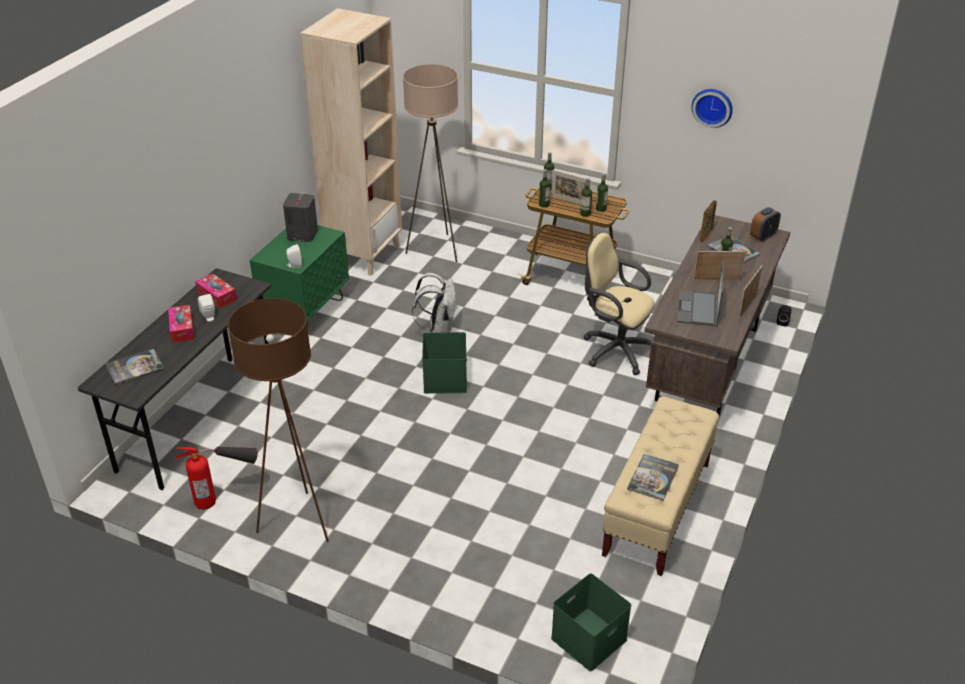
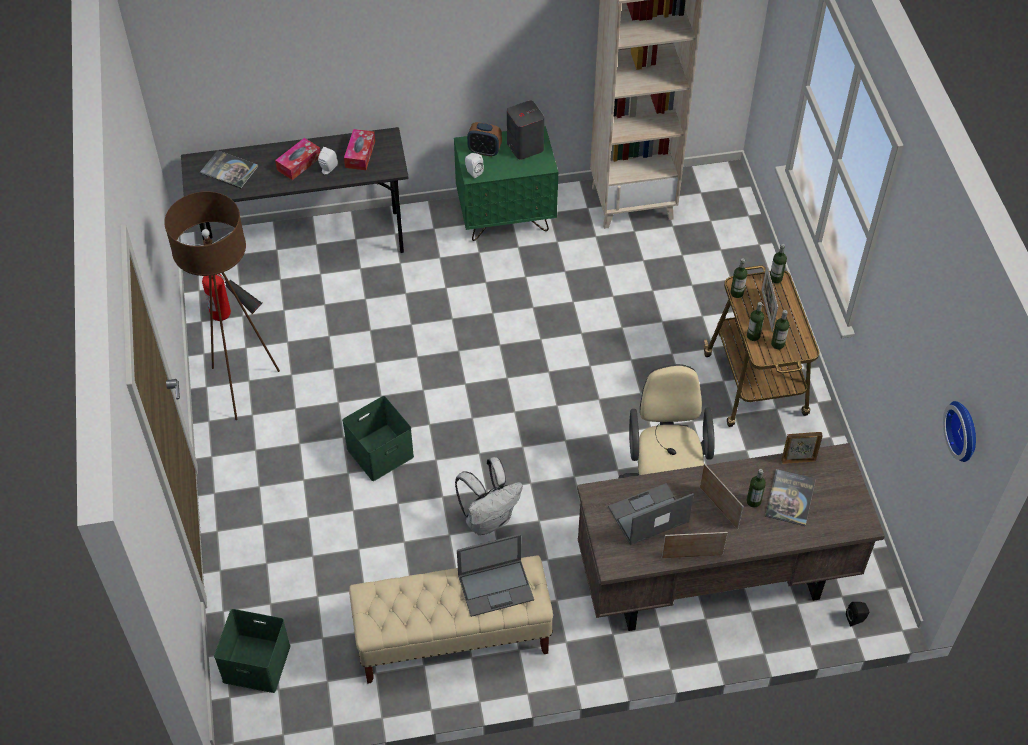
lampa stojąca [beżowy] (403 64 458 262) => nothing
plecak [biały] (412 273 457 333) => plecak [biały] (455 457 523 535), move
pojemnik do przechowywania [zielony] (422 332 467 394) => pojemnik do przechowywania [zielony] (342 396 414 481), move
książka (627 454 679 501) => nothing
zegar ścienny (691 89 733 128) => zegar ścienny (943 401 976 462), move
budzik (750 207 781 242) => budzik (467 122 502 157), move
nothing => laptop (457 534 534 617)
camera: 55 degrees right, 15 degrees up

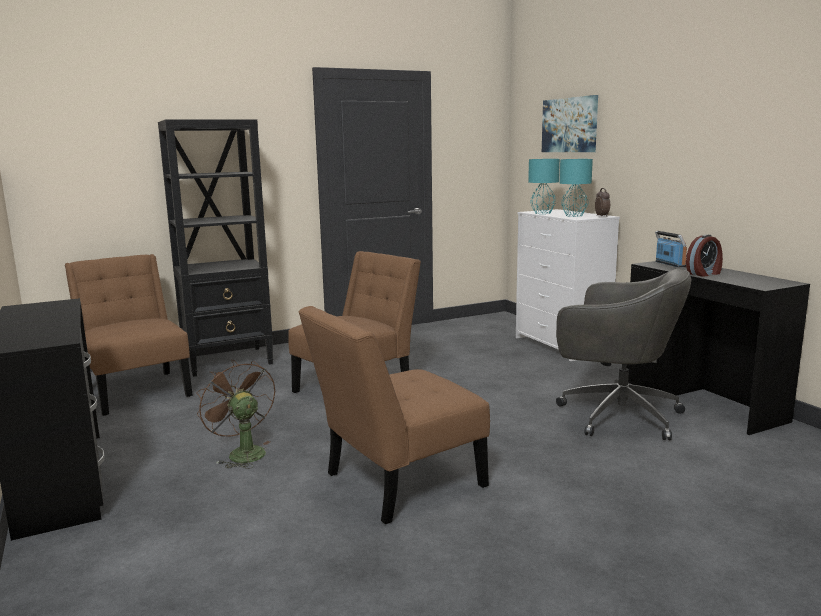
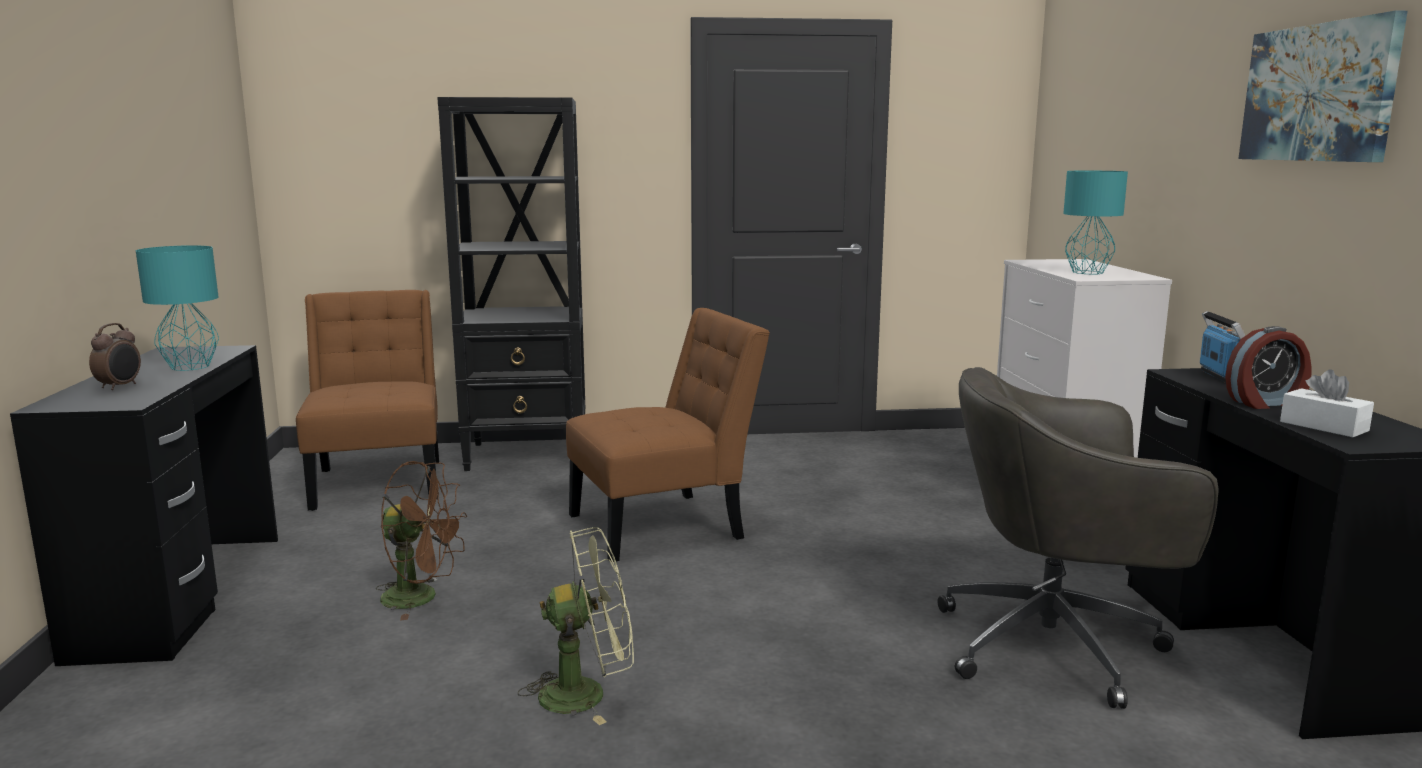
wentylator [brązowy] (196 360 275 469) => wentylator [brązowy] (376 461 467 621), 120 degrees clockwise
krzesło [brązowy] (299 306 490 524) => wentylator [zielony] (518 527 634 725)
lampa stołowa [turkusowy] (528 159 560 214) => lampa stołowa [turkusowy] (136 245 219 371), move
obraz (542 95 598 152) => obraz (1238 11 1408 162), move
krzesło biurowe [szary] (556 269 691 440) => krzesło biurowe [szary] (937 367 1219 709), 135 degrees clockwise
budzik (595 188 610 217) => budzik (89 323 141 390), move
nothing => pudełko chusteczek [biały] (1280 370 1374 437)
camera: 20 degrees right, 0 degrees up

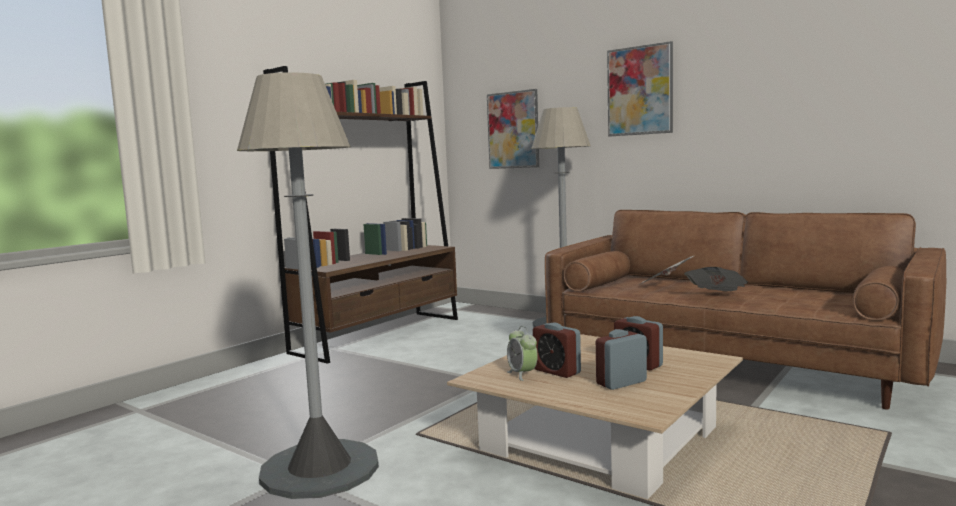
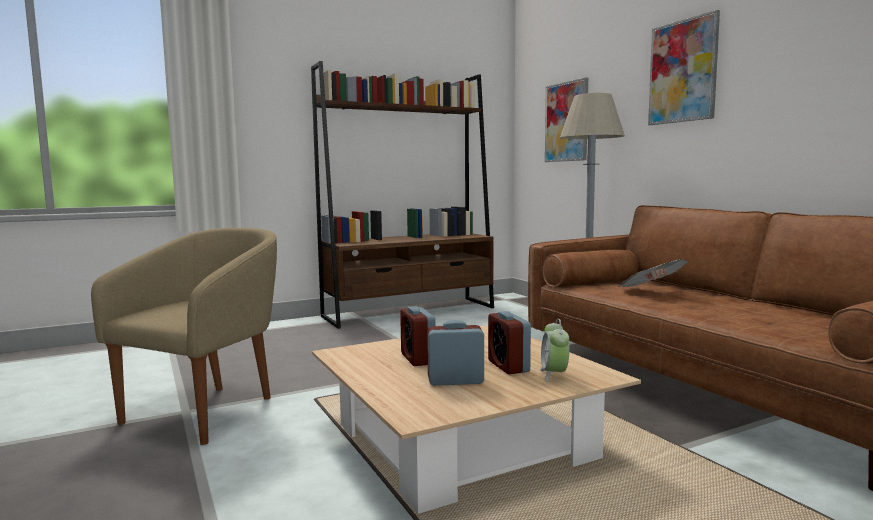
lampa stojąca [szary] (237 72 379 499) => fotel [beżowy] (91 228 277 445)
budzik (507 326 538 381) => budzik (540 318 570 382), move
gazeta (684 267 748 291) => nothing
camera: 25 degrees right, 0 degrees up

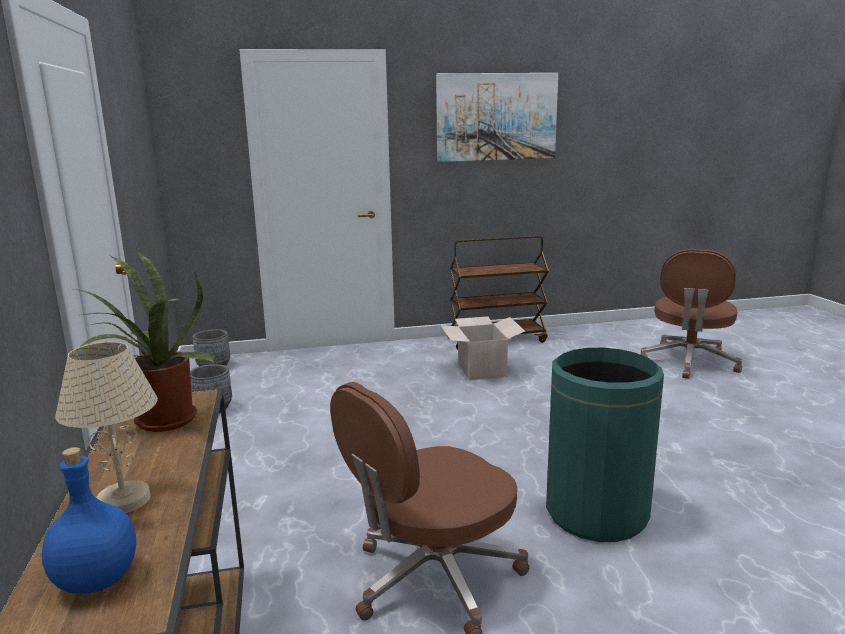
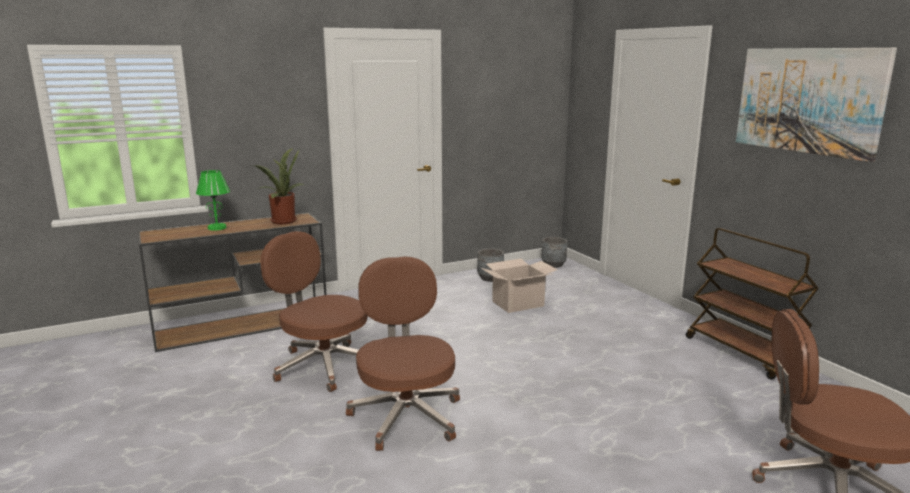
butelka [niebieski] (42 447 136 594) => nothing
lampa stołowa [beżowy] (55 342 158 513) => lampa stołowa [zielony] (196 170 230 231)
karton (441 317 525 380) => karton (481 259 558 313), move
kosz na śmieci [zielony] (546 348 664 542) => krzesło biurowe [brązowy] (346 256 460 451)
camera: 75 degrees right, 0 degrees up

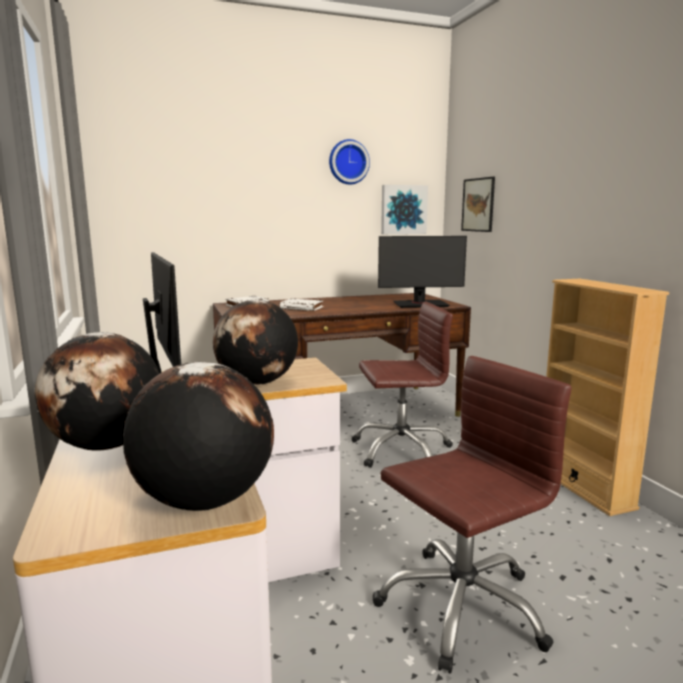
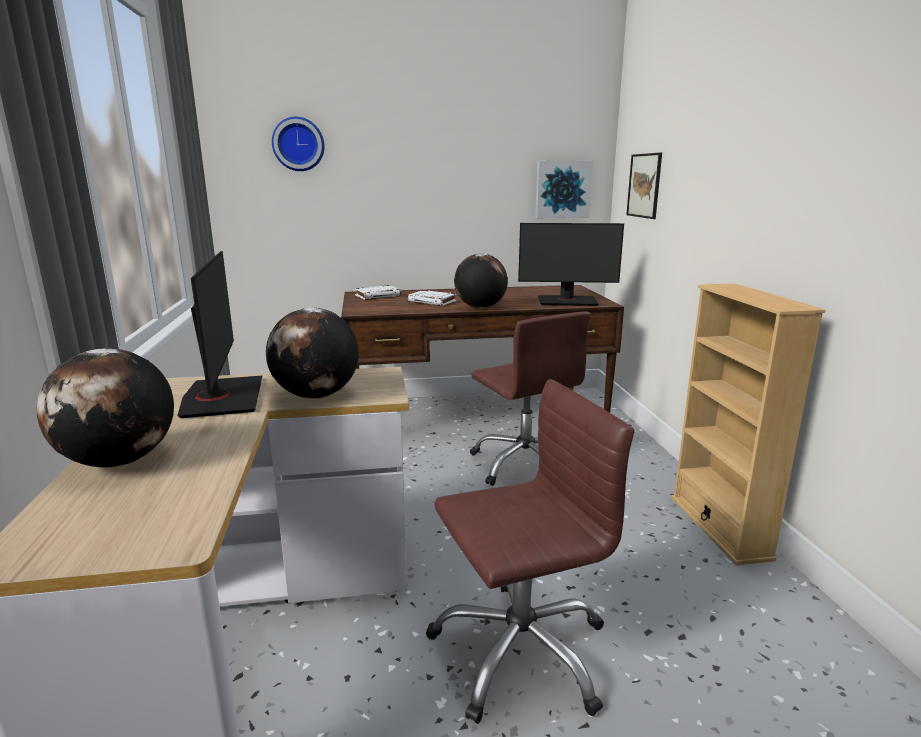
globus (123 362 274 511) => globus (454 254 508 308), move
zegar ścienny (329 139 370 184) => zegar ścienny (272 117 325 171), move
krzesło biurowe [brązowy] (351 302 453 468) => krzesło biurowe [brązowy] (470 312 590 486), 60 degrees clockwise
camera: 10 degrees right, 5 degrees up

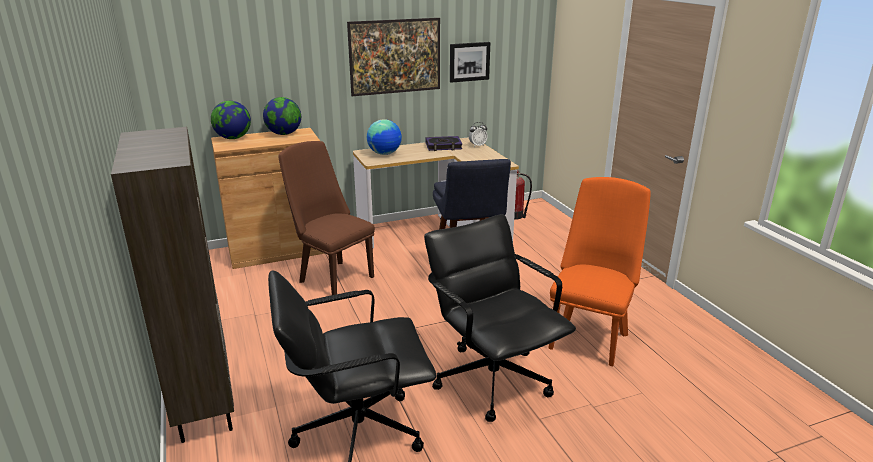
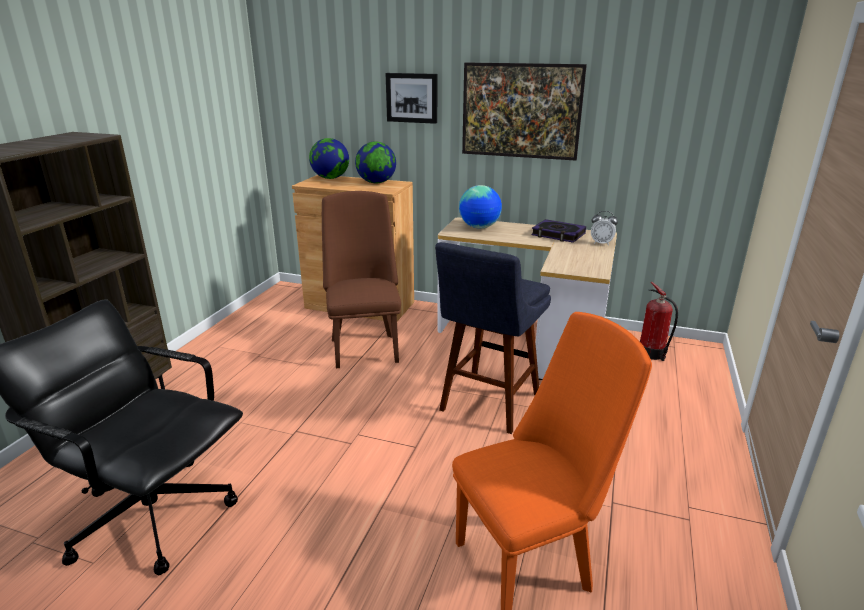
krzesło biurowe [czarny] (424 214 576 422) => nothing
obraz (450 42 490 83) => obraz (386 73 437 124), move
camera: 40 degrees right, 0 degrees up

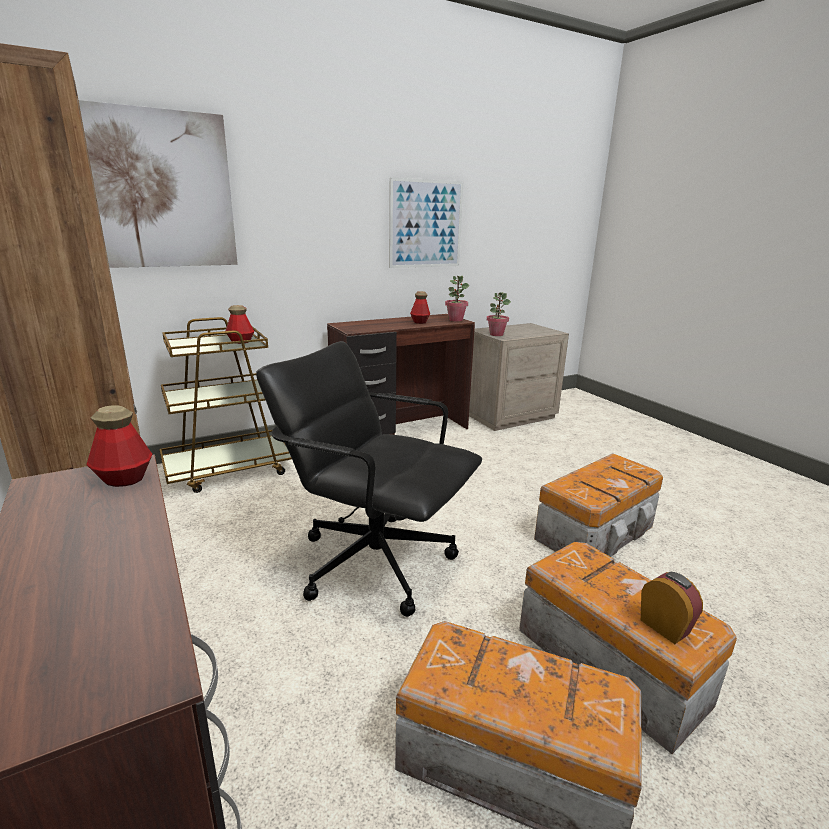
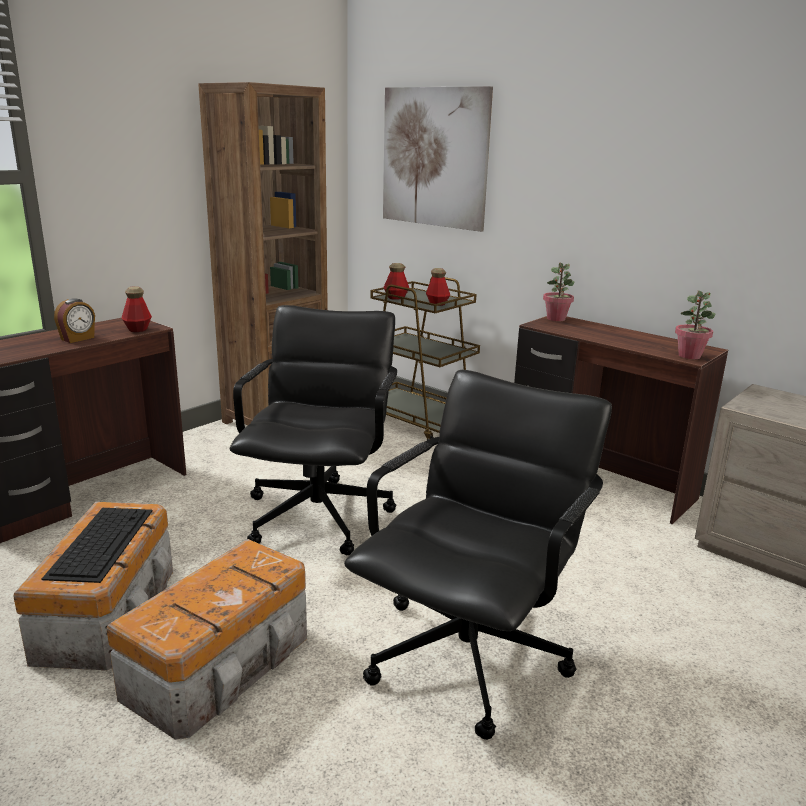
obraz (389 177 463 268) => nothing
butelka (410 291 430 324) => butelka (383 263 409 300), move
roślina doniczkowa (487 292 511 336) => roślina doniczkowa (543 262 574 321), move
pojemnik do przechowywania (534 453 663 557) => krzesło biurowe [czarny] (344 370 612 740)
budzik (641 572 703 644) => budzik (54 299 95 343), move
nothing => klawiatura (41 508 152 583)
camera: 70 degrees right, 0 degrees up

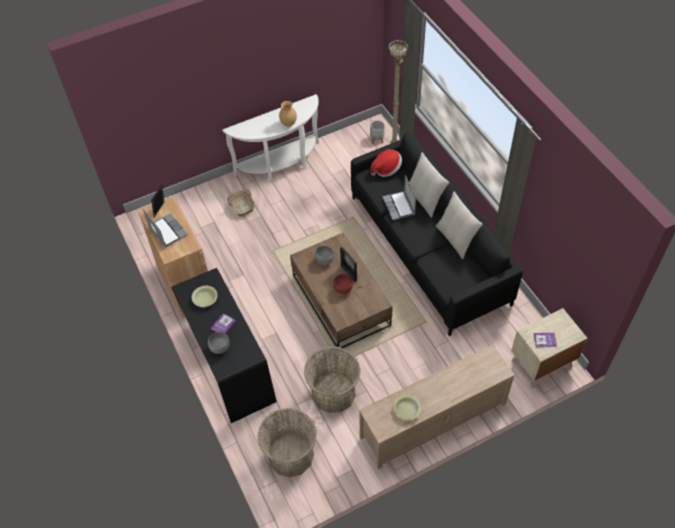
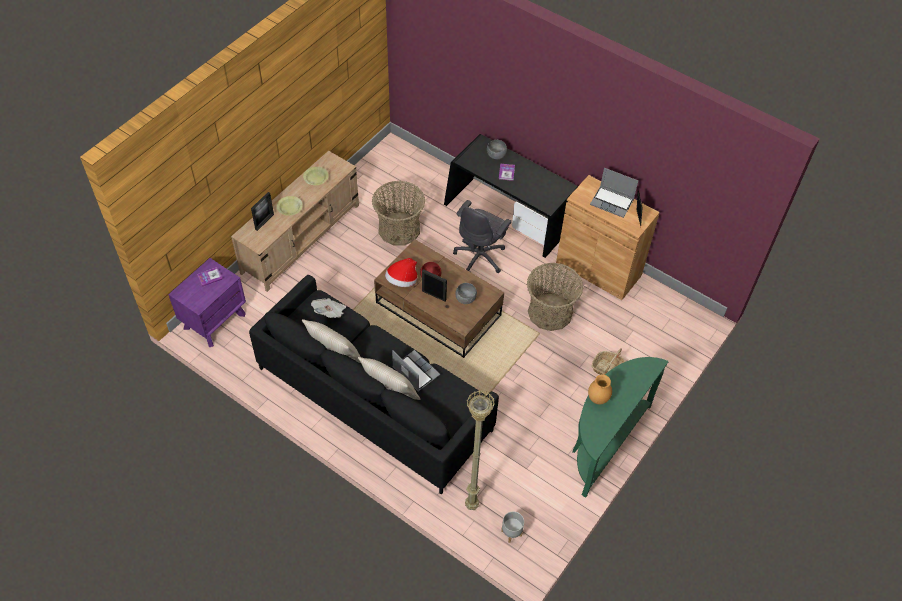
miska [żółty] (192 286 218 307) => miska [żółty] (277 196 303 216), move
stolik konsolowy [biały] (222 94 319 183) => stolik konsolowy [zielony] (573 357 669 498)
koszyk (258 408 317 477) => koszyk (527 263 583 331), move
kapelusz (370 149 402 177) => kapelusz (385 258 417 287), move
szafka nocna [beżowy] (511 308 588 388) => szafka nocna [fioletowy] (168 258 246 347)
nothing => ramka na zdjęcie (251 192 274 231)
nothing => gazeta (311 298 346 318)
nothing => krzesło biurowe [szary] (453 200 512 273)
camera: 150 degrees right, 0 degrees up

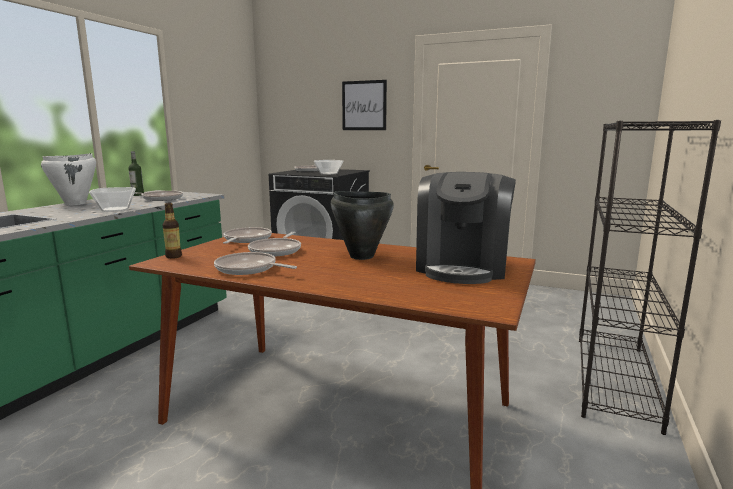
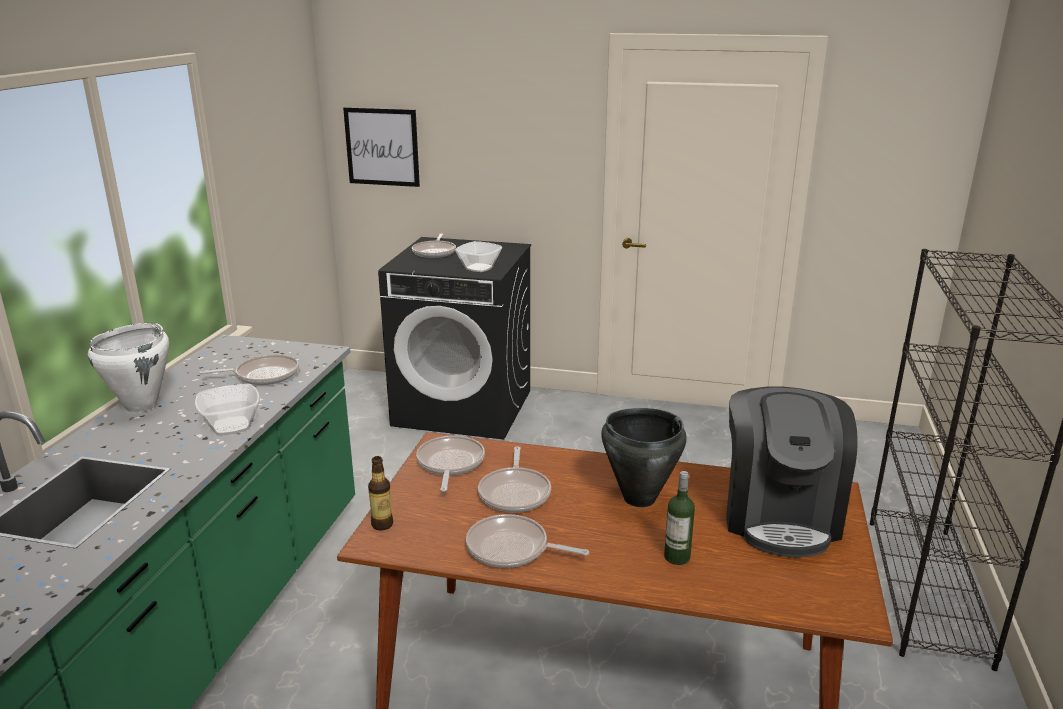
butelka (128 151 144 196) => butelka (664 471 695 565), move
obraz (342 80 387 130) => obraz (343 107 420 187), move
camera: 10 degrees left, 10 degrees up

